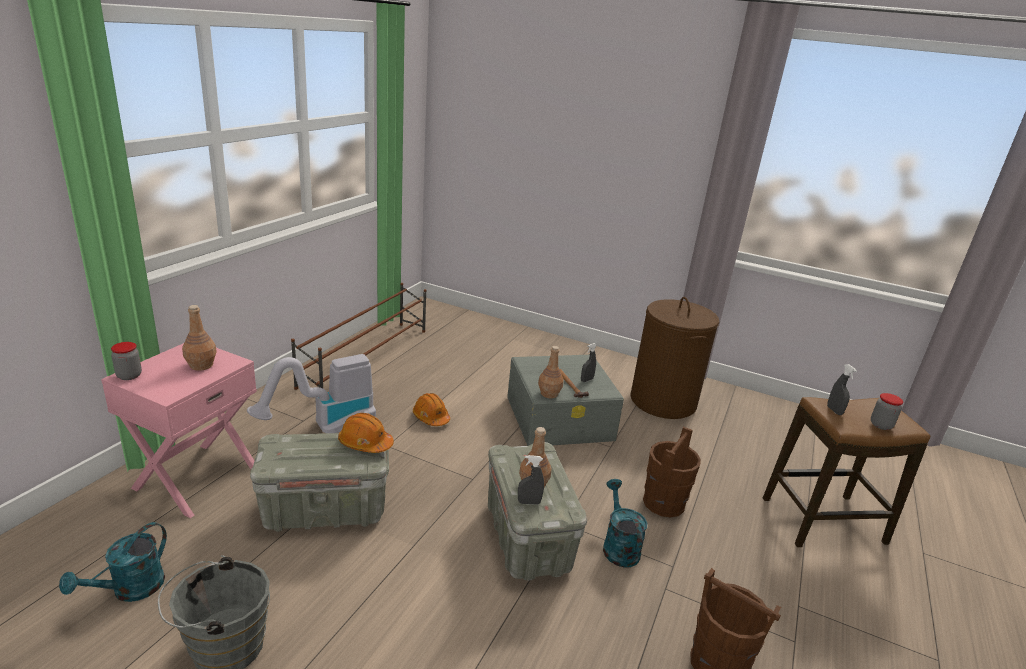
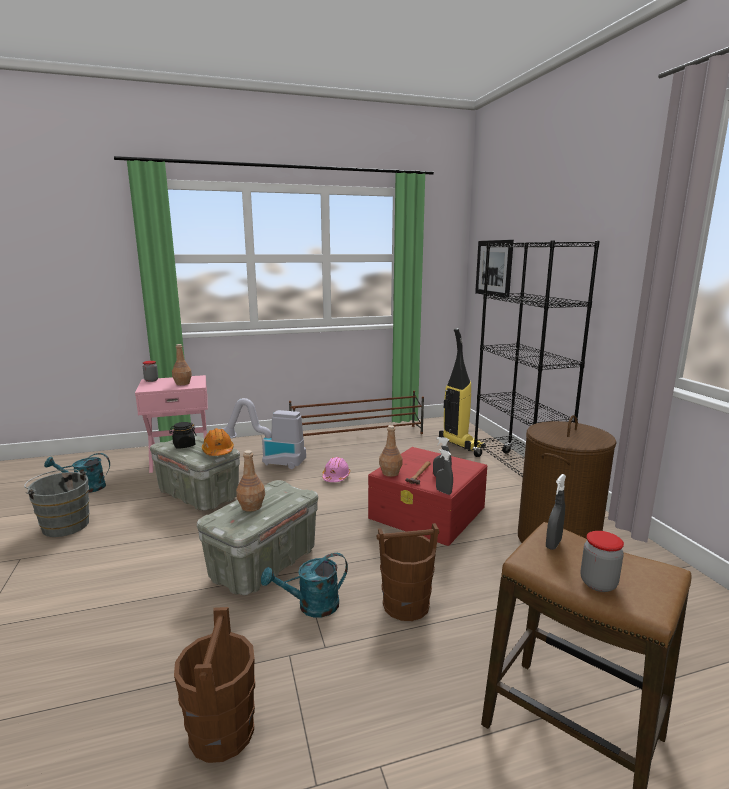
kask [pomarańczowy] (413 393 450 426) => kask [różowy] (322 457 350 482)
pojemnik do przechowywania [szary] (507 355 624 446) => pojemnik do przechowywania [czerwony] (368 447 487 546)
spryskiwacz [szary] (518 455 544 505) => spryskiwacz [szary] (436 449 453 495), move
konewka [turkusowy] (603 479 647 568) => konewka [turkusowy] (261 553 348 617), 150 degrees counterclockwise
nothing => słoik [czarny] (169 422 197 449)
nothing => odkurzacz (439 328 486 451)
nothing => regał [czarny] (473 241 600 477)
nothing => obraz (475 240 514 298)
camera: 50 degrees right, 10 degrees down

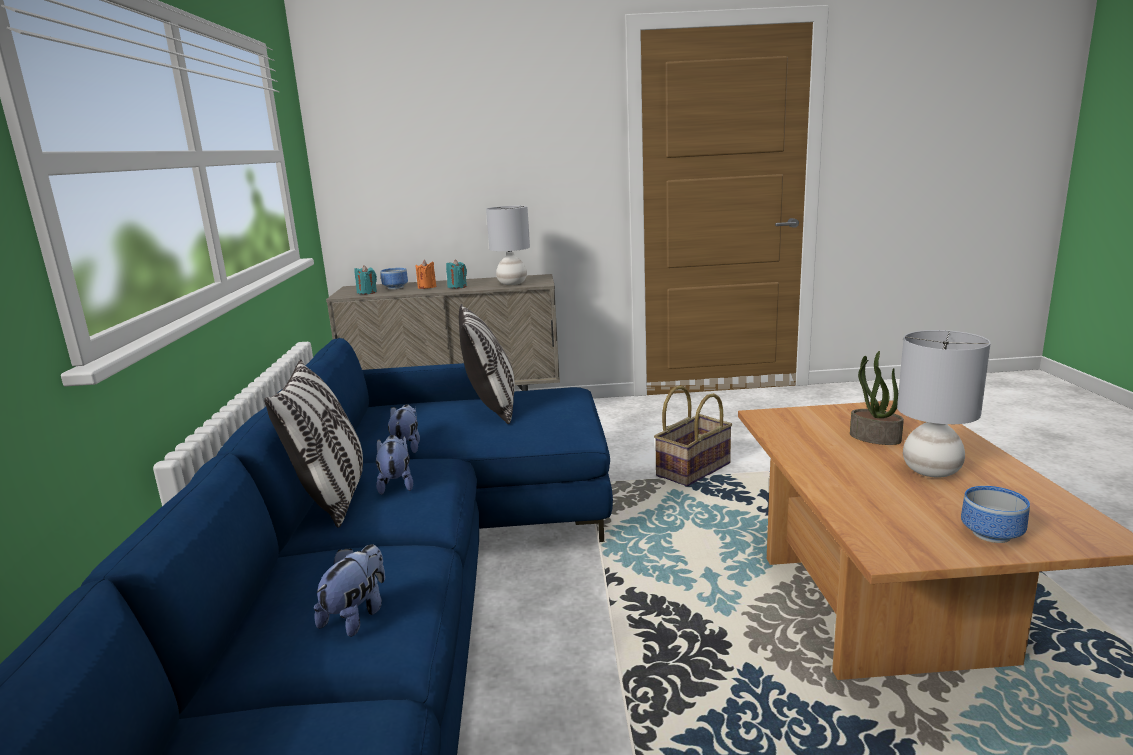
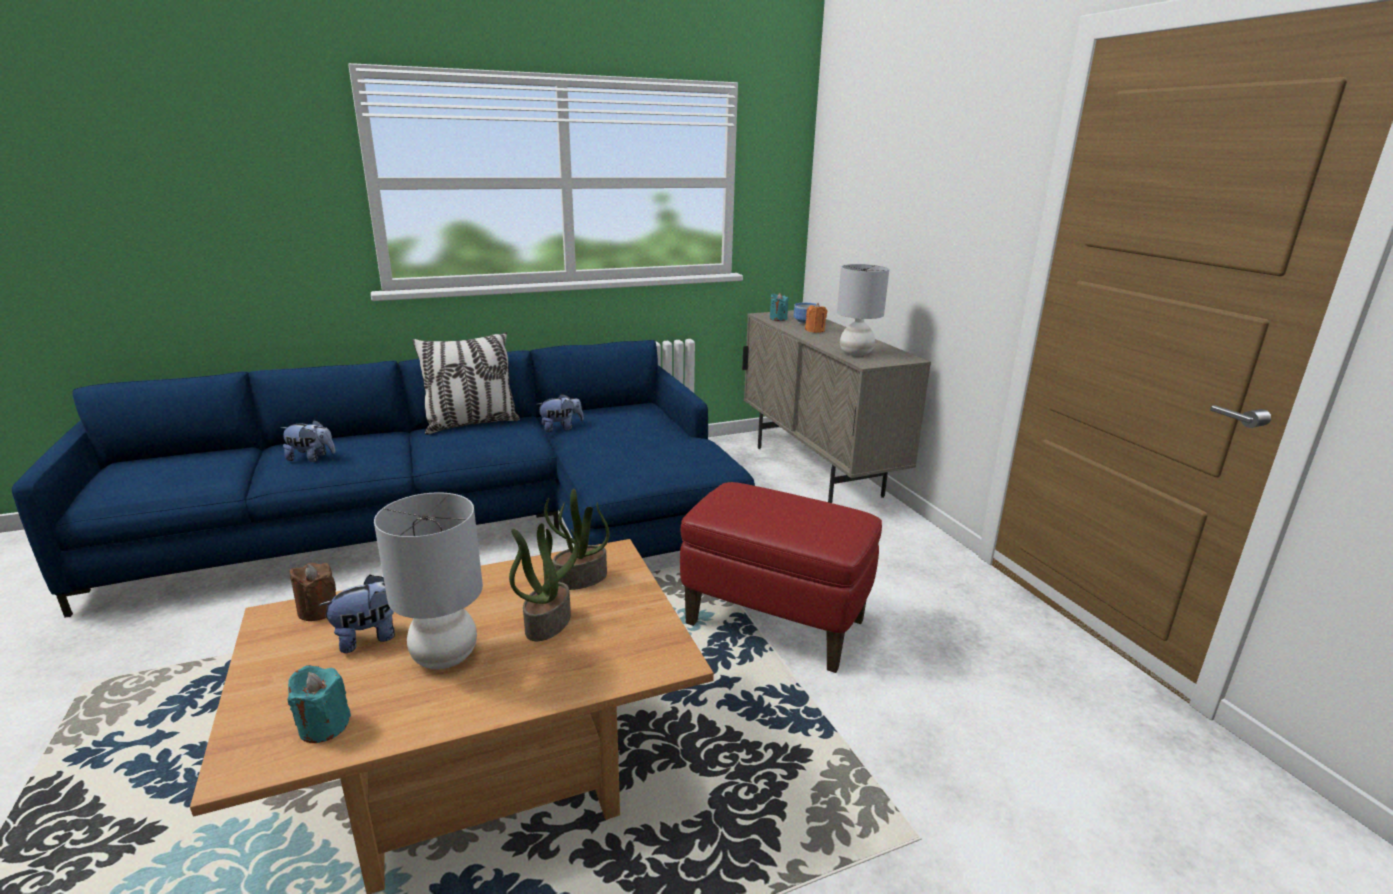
pluszak (376 435 413 495) => pluszak (318 575 395 653), move
świeca [turkusowy] (446 259 467 288) => świeca [turkusowy] (287 665 351 743), move
poduszka (459 304 515 424) => nothing
koszyk (654 385 732 486) => pufa [czerwony] (680 482 882 673)
miska (961 486 1030 543) => nothing
nothing => świeca [brązowy] (289 563 336 621)
nothing => roślina doniczkowa (544 489 610 590)
camera: 70 degrees right, 5 degrees up

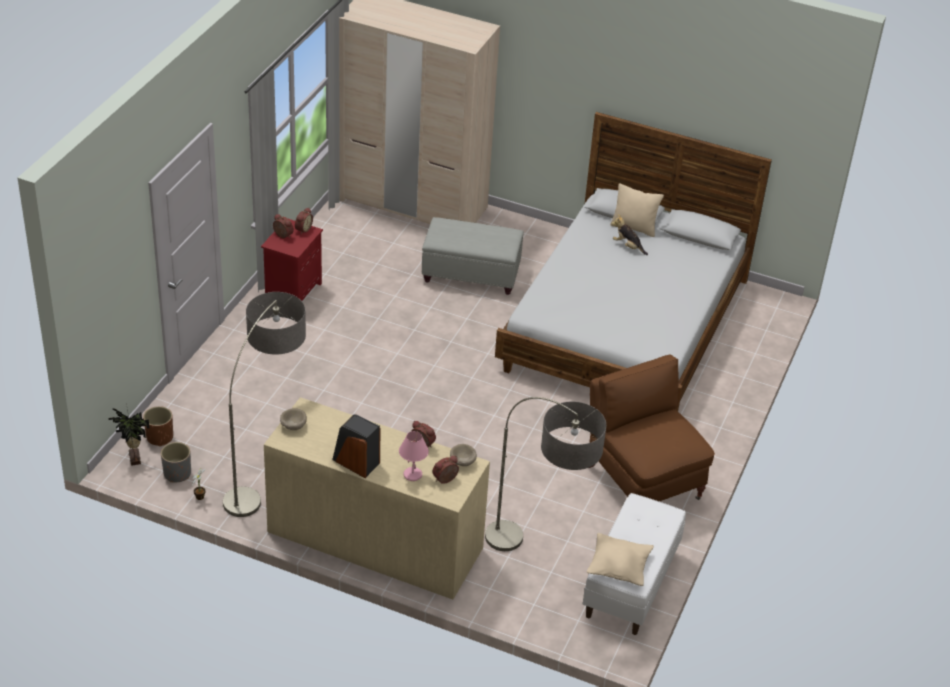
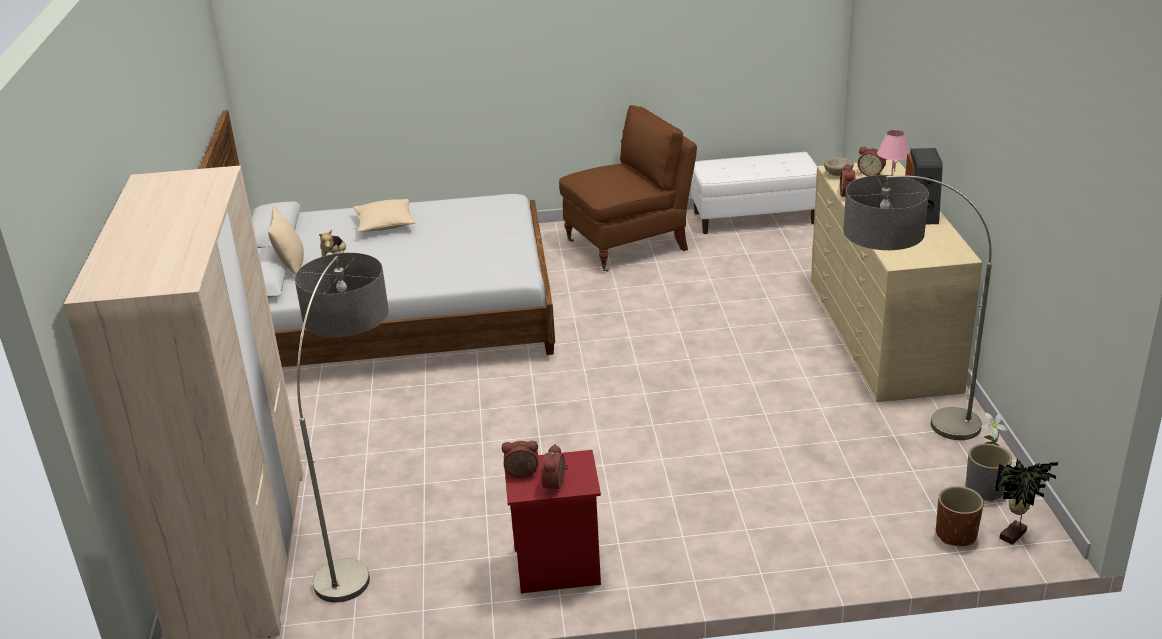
miska [beżowy] (280 408 307 430) => nothing
pufa [szary] (422 217 524 295) => nothing
lampa stojąca (485 397 606 551) => lampa stojąca (295 253 389 602), move
poduszka [beżowy] (586 533 654 586) => poduszka [beżowy] (354 199 415 232), move
fotel [brązowy] (589 355 715 501) => fotel [brązowy] (559 105 697 272), 150 degrees counterclockwise
camera: 115 degrees left, 10 degrees down

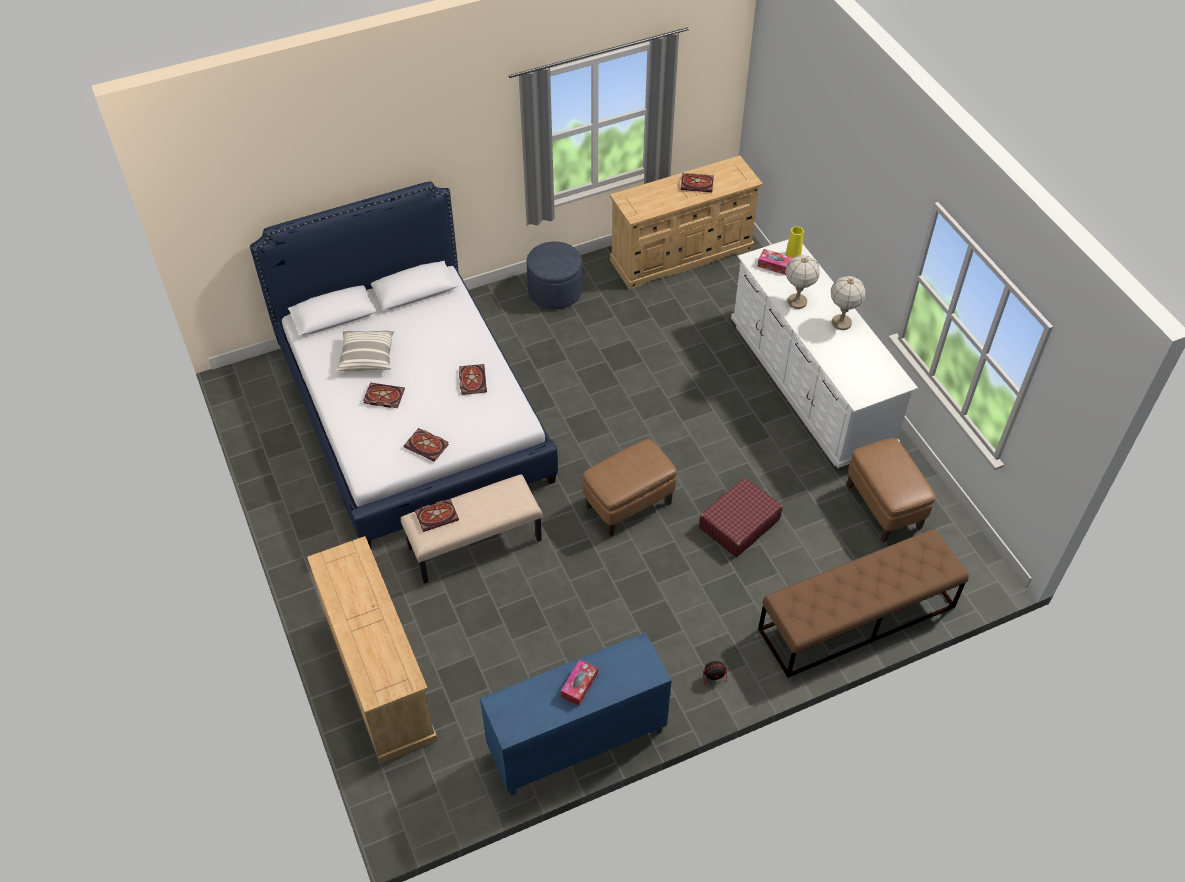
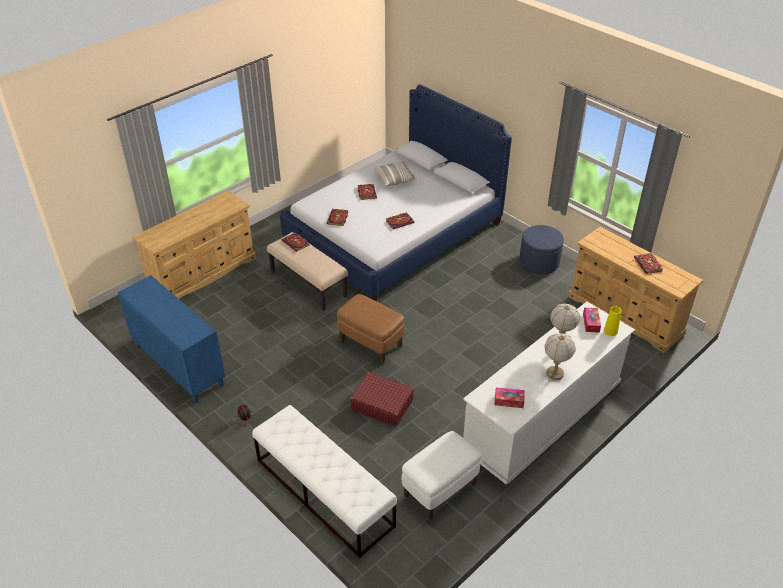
pudełko chusteczek (561 659 598 706) => pudełko chusteczek (494 388 525 408), move
ławka [brązowy] (758 529 969 678) => ławka [biały] (252 405 397 558)
pufa [brązowy] (847 438 935 542) => pufa [biały] (402 431 481 520)
camera: 70 degrees right, 10 degrees down

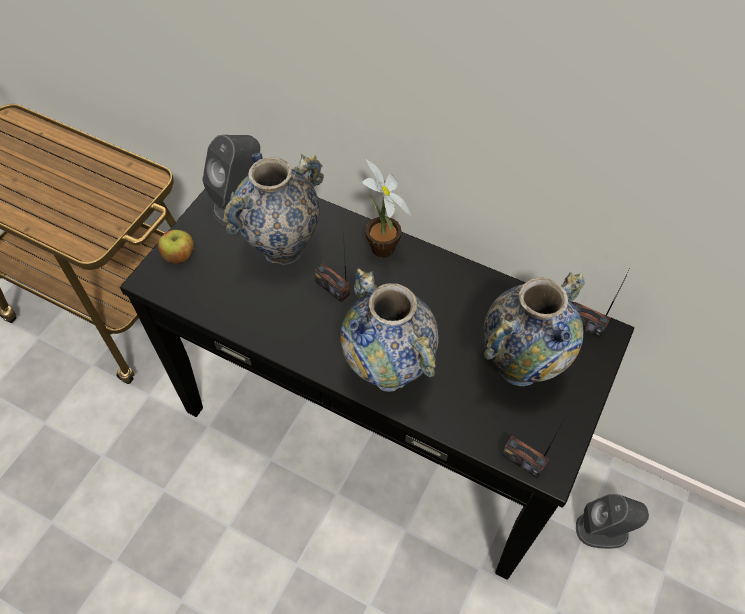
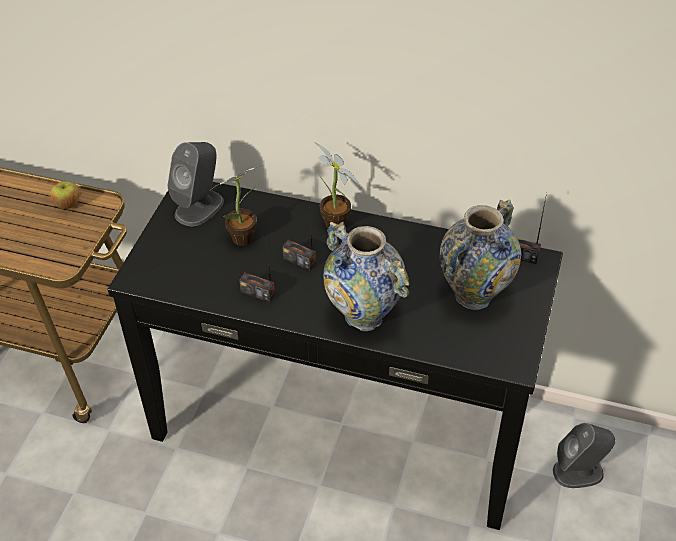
jabłko (158 230 194 263) => jabłko (50 181 80 209), move
wazon (223 152 324 265) => roślina doniczkowa (209 165 263 246)
radio (502 420 564 479) => radio (239 231 275 302), move
camera: 10 degrees left, 10 degrees down

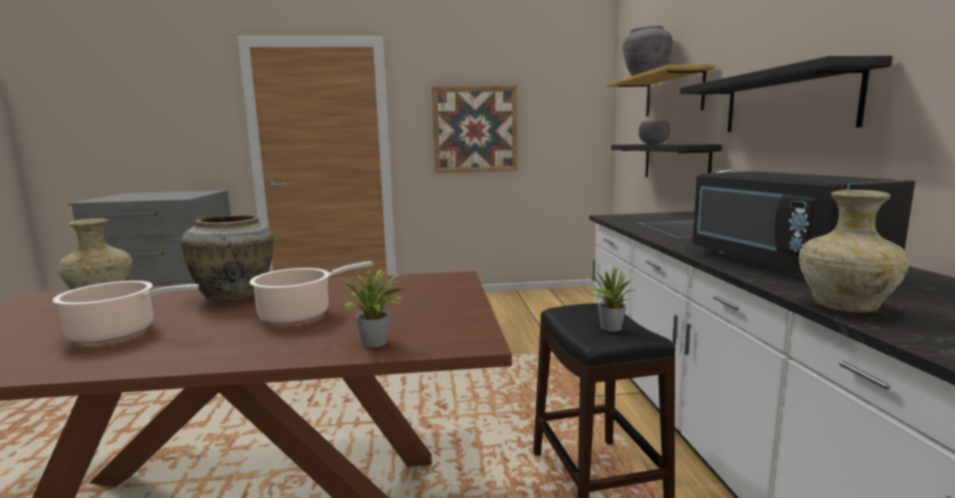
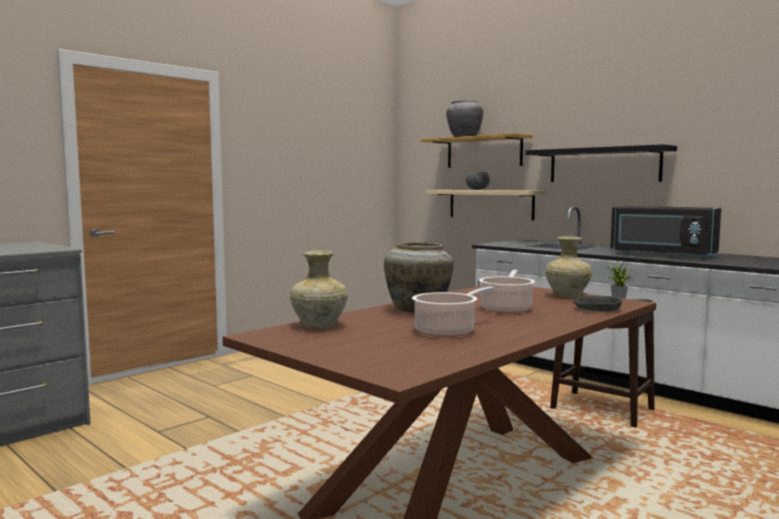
roślina doniczkowa (332 267 407 347) => miska [szary] (573 296 623 311)
obraz (432 86 518 173) => nothing
półka [czarny] (611 144 722 178) => półka [beżowy] (426 190 545 221)
wazon [beżowy] (799 190 910 313) => wazon [beżowy] (545 236 592 298), move
camera: 40 degrees left, 5 degrees down

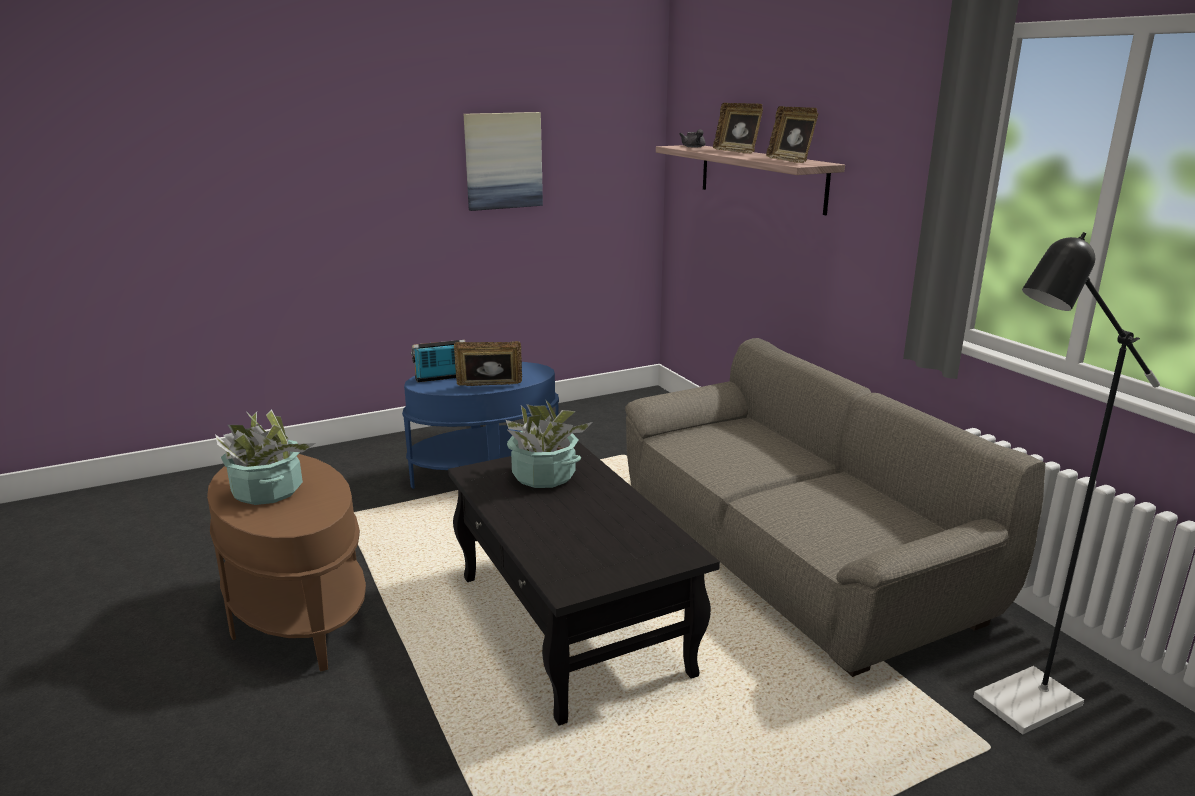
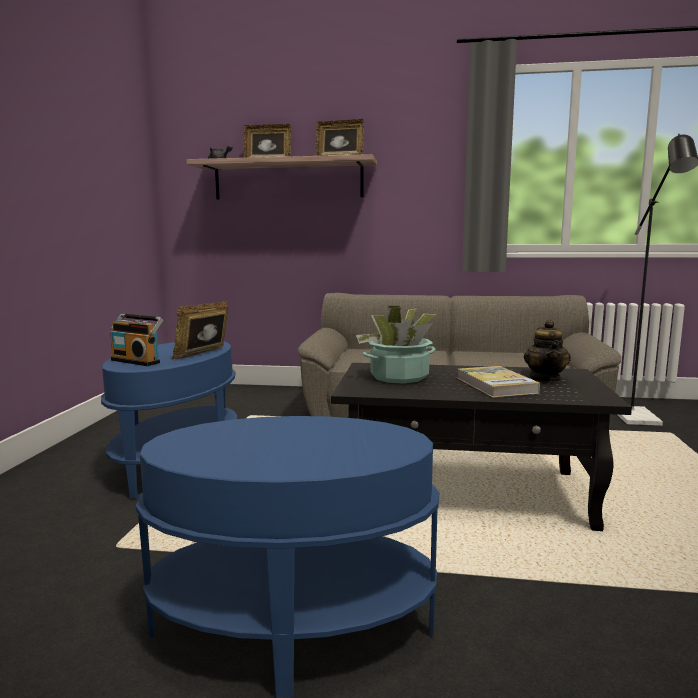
stolik [brązowy] (207 454 366 672) => stolik [niebieski] (136 416 439 697)
roślina doniczkowa (215 410 316 505) => nothing
radio (411 340 465 382) => radio (110 313 163 366), 75 degrees counterclockwise
obraz (464 112 543 211) => nothing
nothing => książka (457 366 540 397)
nothing => imbryk (524 320 571 382)
camera: 55 degrees left, 10 degrees down

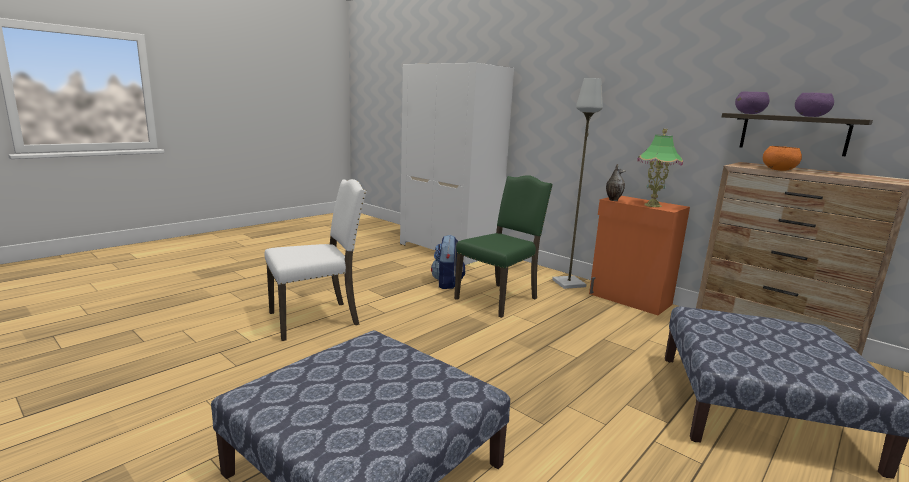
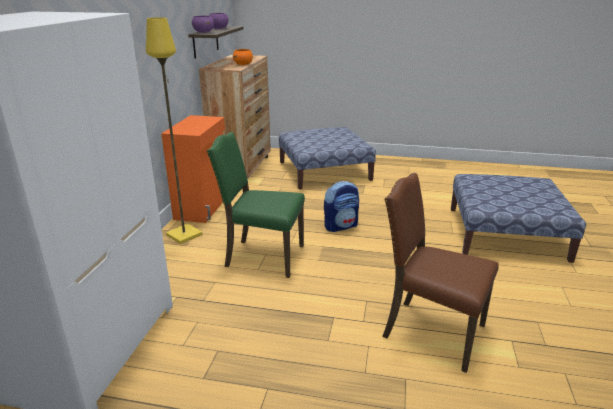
krzesło [biały] (264 179 367 341) => krzesło [brązowy] (382 173 499 373)
plecak (431 235 465 289) => plecak (324 181 359 232), move
lampa stojąca [szary] (552 78 603 289) => lampa stojąca [żółty] (146 17 203 244)
wazon (606 165 626 201) => nothing
lampa stołowa (637 129 683 207) => nothing
camera: 120 degrees left, 10 degrees up

